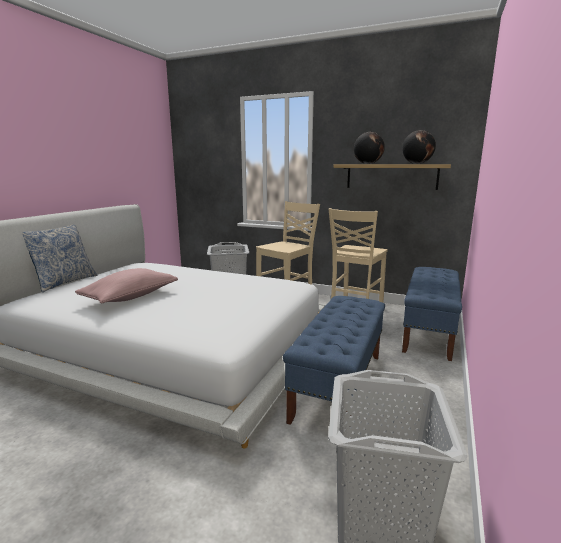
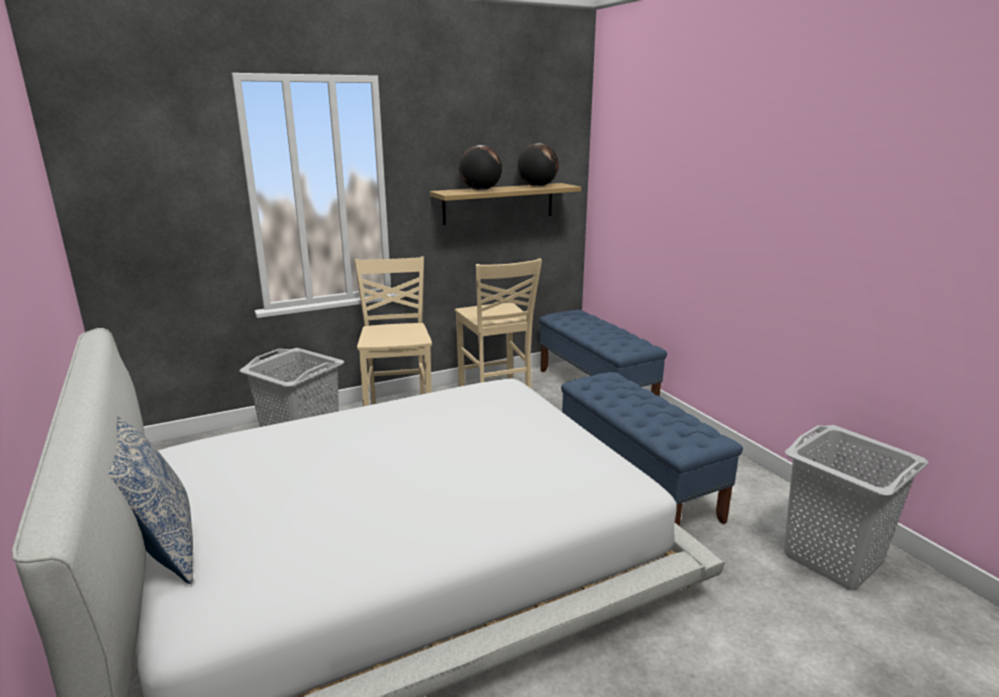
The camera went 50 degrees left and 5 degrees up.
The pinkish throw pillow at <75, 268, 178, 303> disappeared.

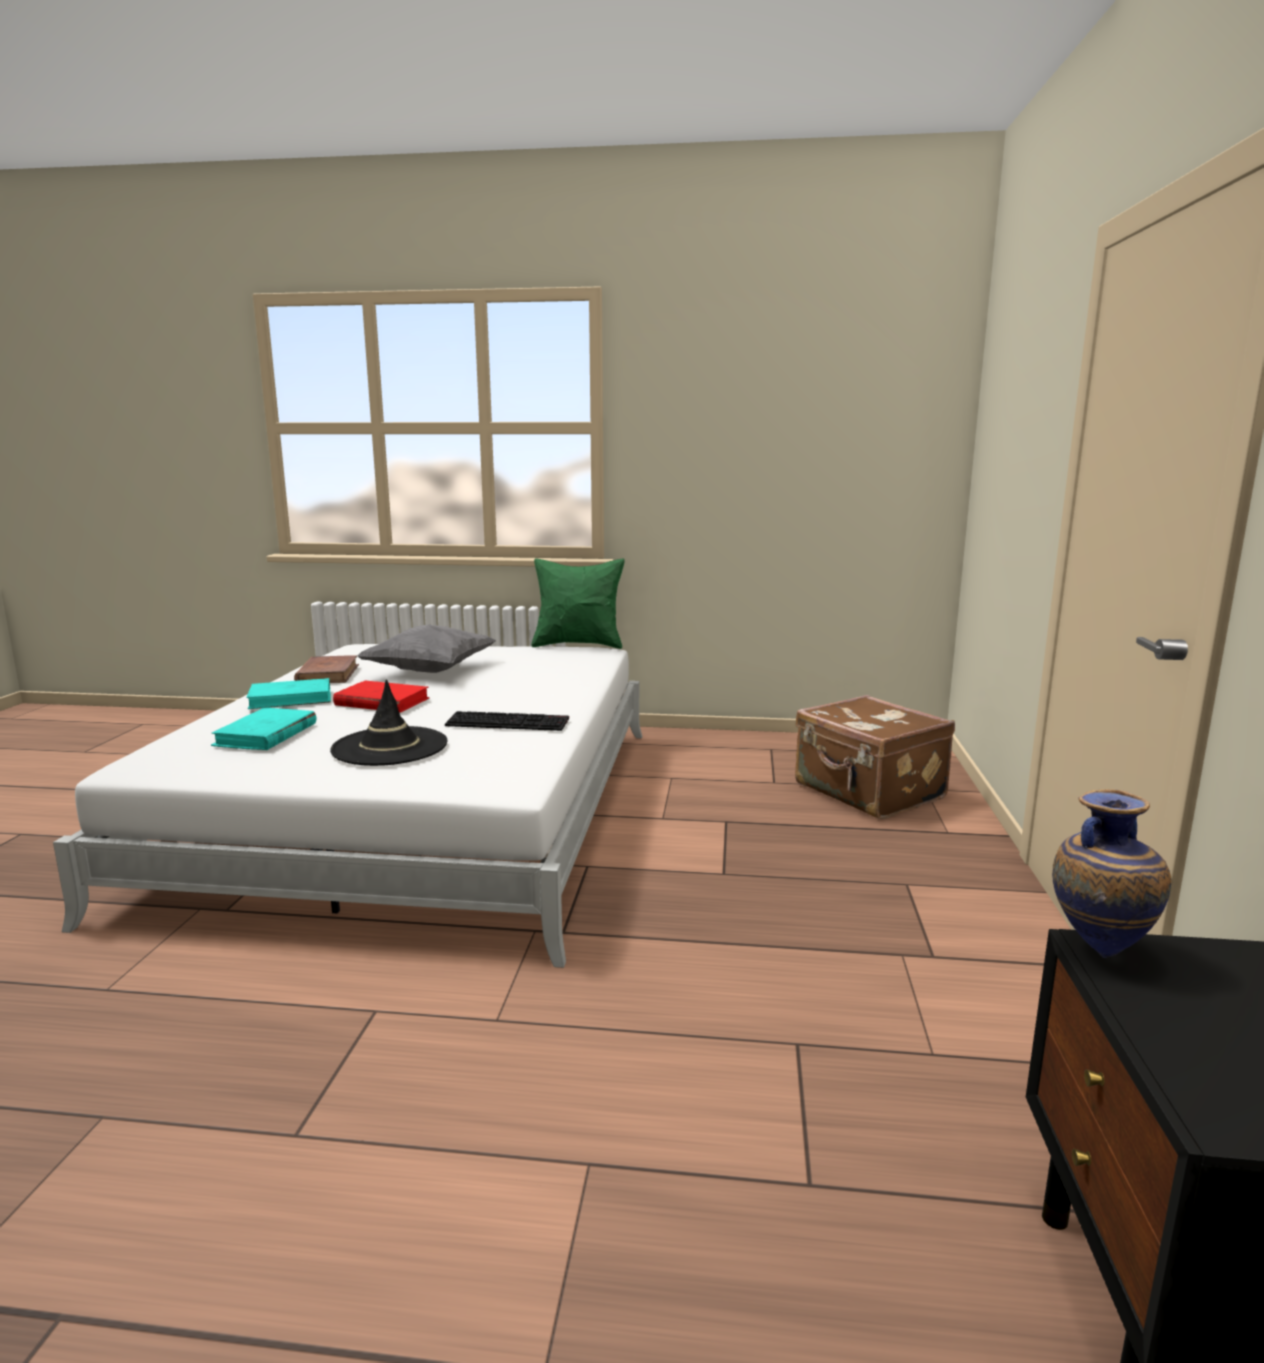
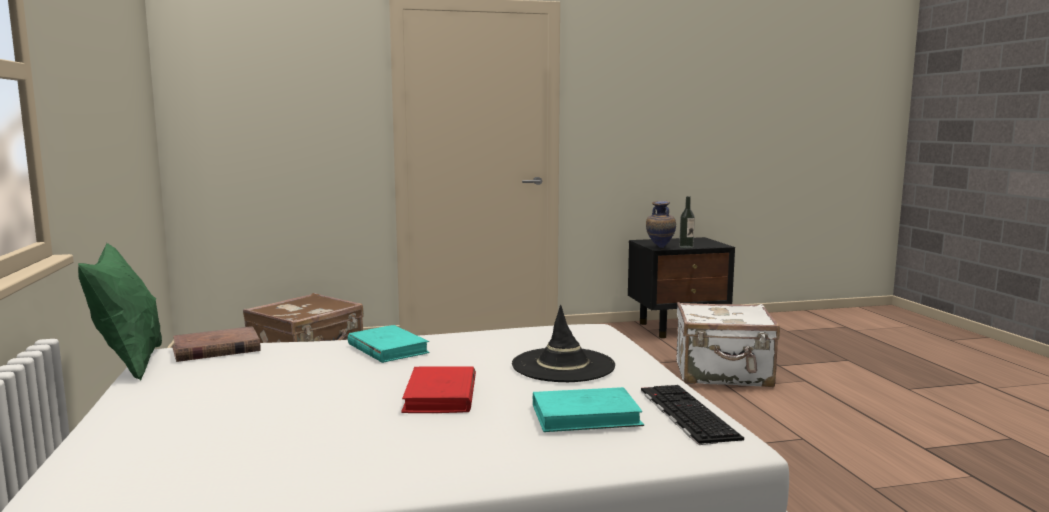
The camera went 110 degrees left and 5 degrees down.
The gray throw pillow at <358, 625, 496, 673> disappeared.
The brownish book moved from <294, 655, 359, 683> to <172, 326, 261, 362>.
The blue-green book moved from <246, 678, 331, 709> to <348, 325, 429, 363>.
The PC keyboard moved from <445, 711, 569, 731> to <641, 385, 744, 445>.
The beverage bottle at <679, 196, 695, 248> appeared.
The white travel case at <676, 302, 780, 387> appeared.

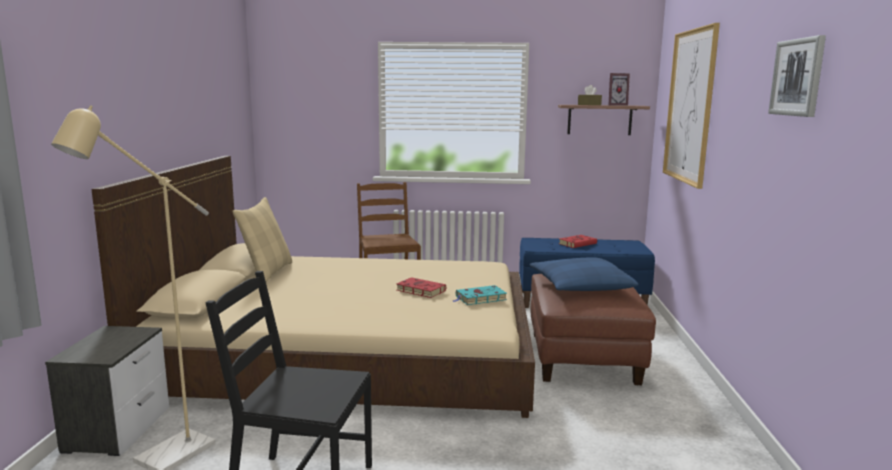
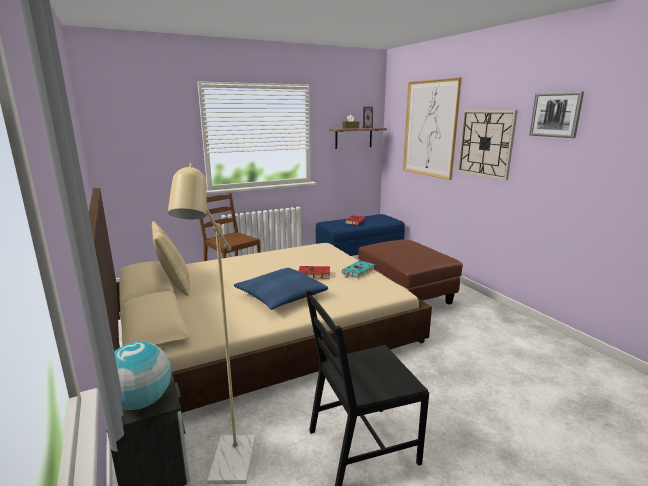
The camera went 30 degrees left and 5 degrees up.
The blue throw pillow moved from <530, 257, 638, 291> to <234, 268, 328, 310>.
The wall clock at <457, 110, 518, 180> appeared.
The globe at <114, 342, 172, 410> appeared.

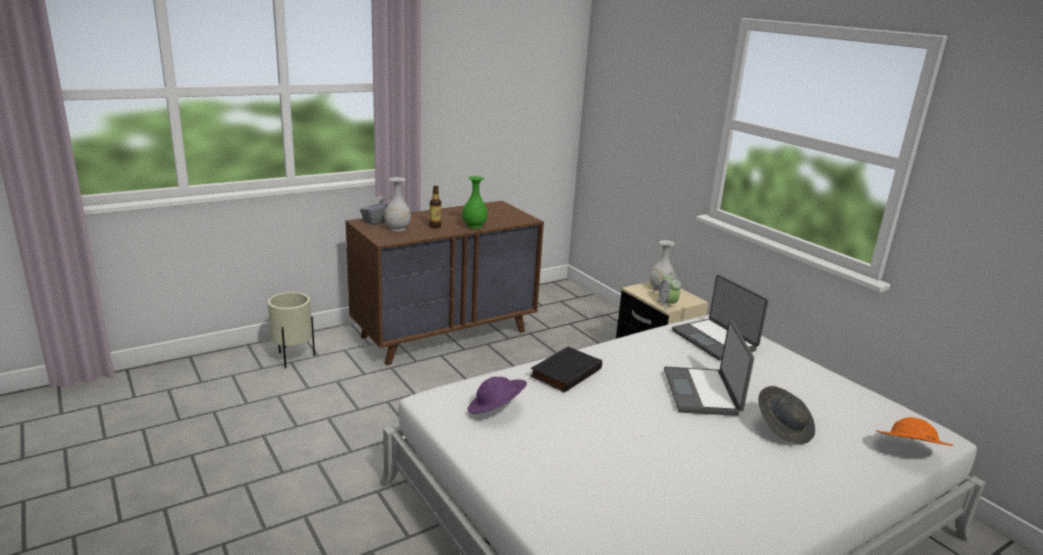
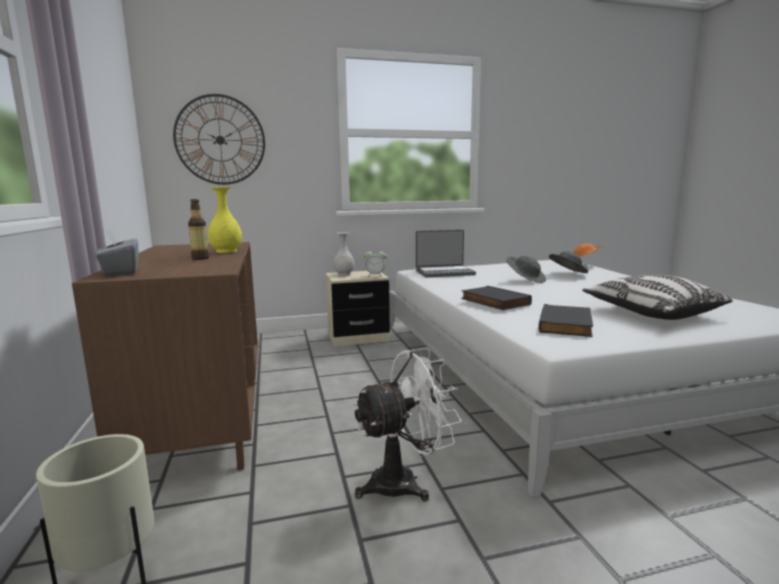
The camera went 70 degrees left and 10 degrees down.
The greenish decorative vase at <462, 176, 488, 229> became the yellow decorative vase at <208, 187, 242, 253>.
The white decorative vase at <384, 177, 411, 232> disappeared.
The laptop at <664, 320, 754, 416> was replaced by the gray wearable hat at <507, 256, 546, 283>.
The purplish wearable hat at <467, 377, 527, 414> was replaced by the black book at <539, 304, 593, 337>.
The wall clock at <173, 94, 265, 185> appeared.
The throw pillow at <582, 274, 733, 320> appeared.
The white cooling fan at <353, 348, 462, 501> appeared.

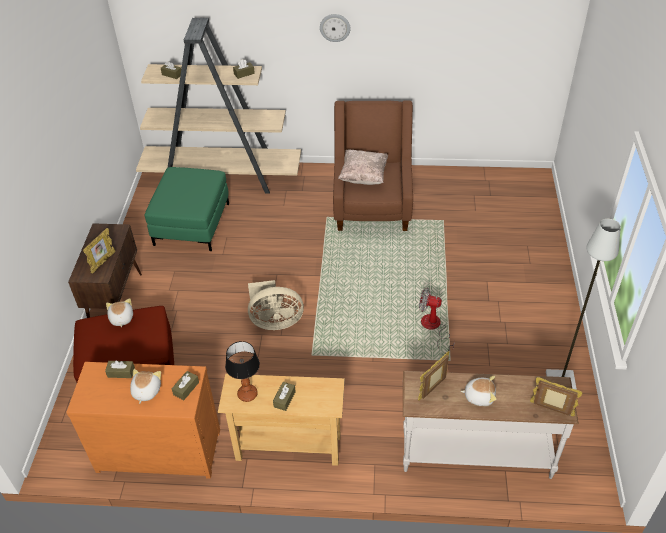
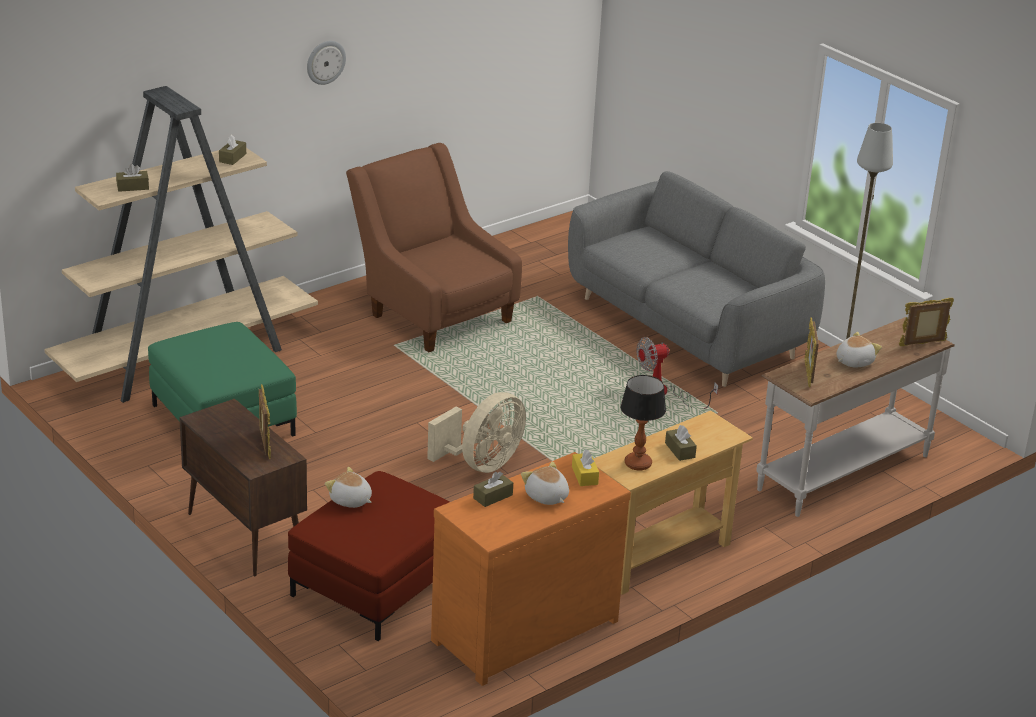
The camera went 45 degrees left and 15 degrees down.
The sand-coloured throw pillow at <338, 150, 388, 185> disappeared.
The brownish tissue holder at <172, 371, 199, 400> became the yellow tissue holder at <572, 449, 599, 486>.
The gray settee at <568, 171, 825, 387> appeared.

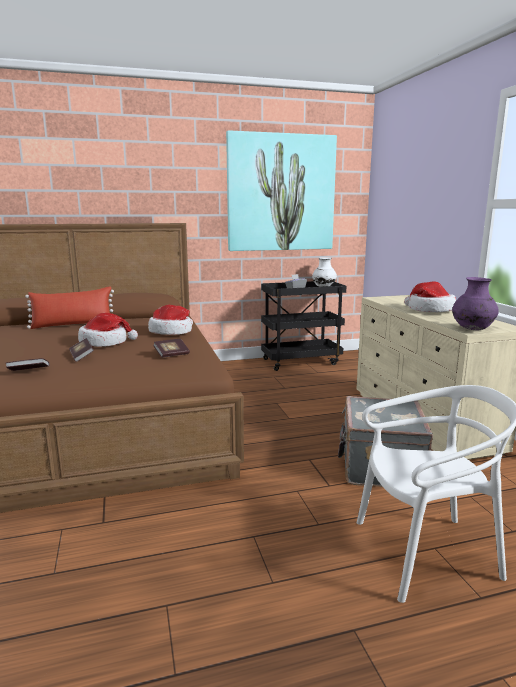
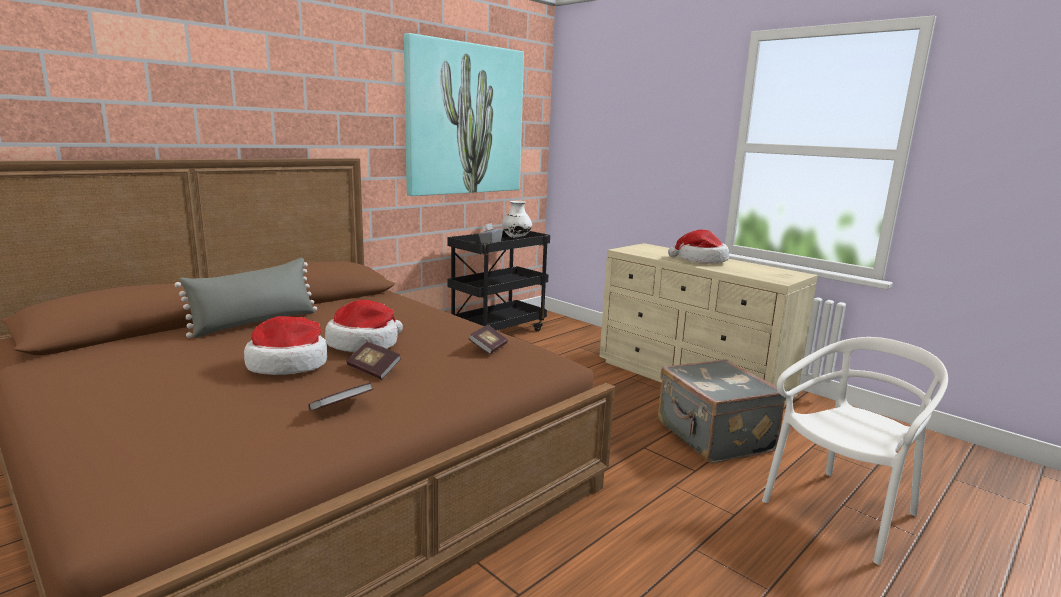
The camera went 30 degrees left and 0 degrees up.
The purplish decorative vase at <452, 277, 499, 330> disappeared.
The reddish throw pillow at <25, 286, 114, 329> became the gray throw pillow at <175, 258, 317, 338>.
The wearable hat moved from <148, 305, 193, 335> to <244, 316, 327, 375>.

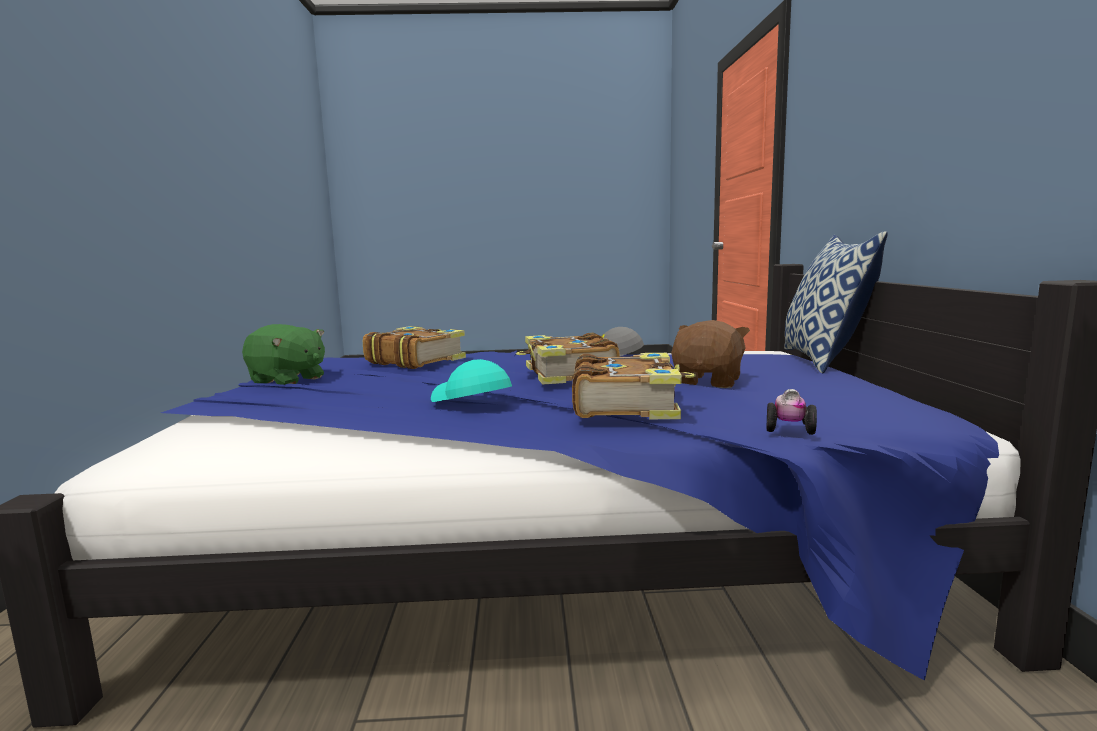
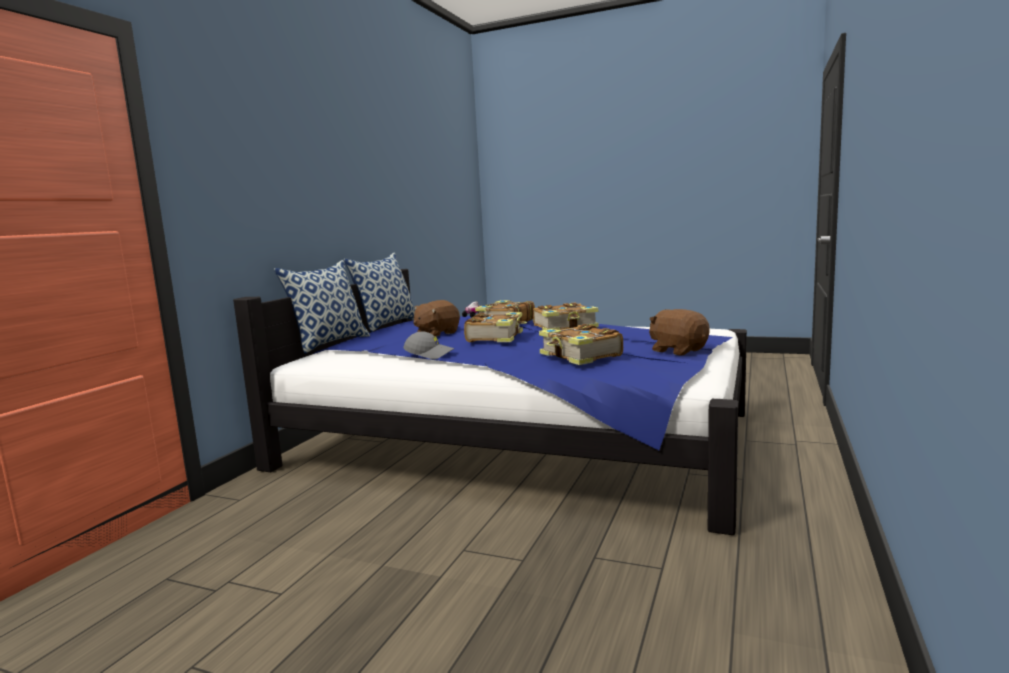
The camera went 155 degrees left and 0 degrees up.
The greenish plush toy at <242, 324, 325, 385> became the brownish plush toy at <649, 309, 710, 356>.
The blue-green cap at <431, 359, 512, 402> was replaced by the book at <533, 303, 599, 330>.
The throw pillow at <344, 253, 415, 332> appeared.

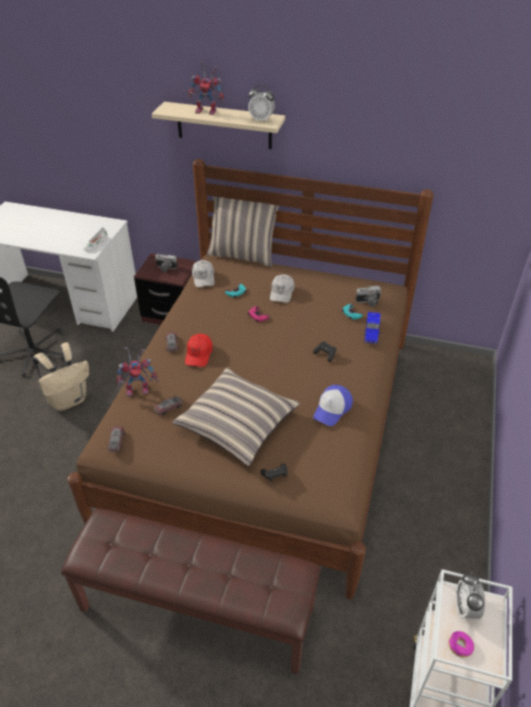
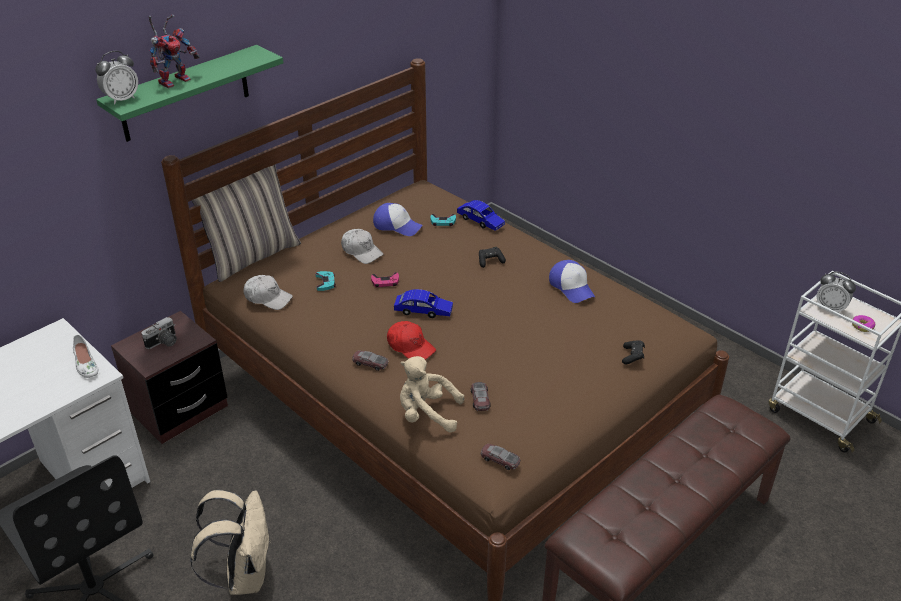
The camera went 60 degrees left and 5 degrees down.
The alarm clock moved from <248, 85, 275, 122> to <95, 51, 138, 105>.
The sand-coloured shelf at <152, 102, 285, 149> became the greenish shelf at <96, 45, 283, 142>.
The still camera at <355, 286, 382, 307> disappeared.
The model robot at <117, 347, 158, 397> was replaced by the sand-coloured plush toy at <400, 356, 464, 433>.
The throw pillow at <172, 368, 300, 466> disappeared.
The cap at <373, 203, 423, 236> appeared.
The blue miniature car at <394, 289, 453, 318> appeared.

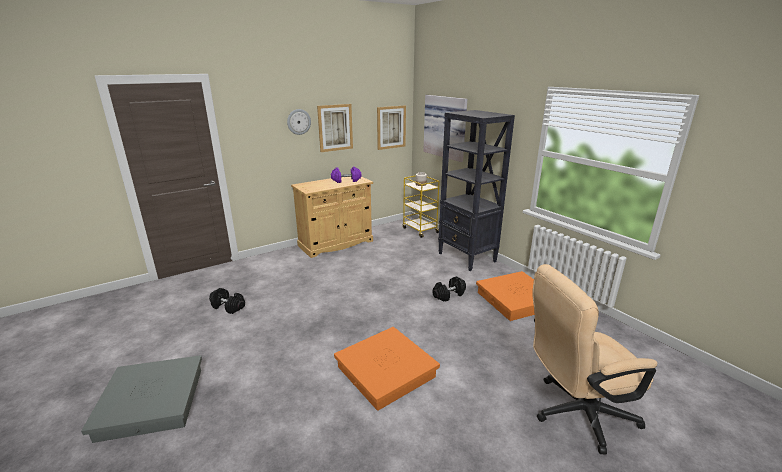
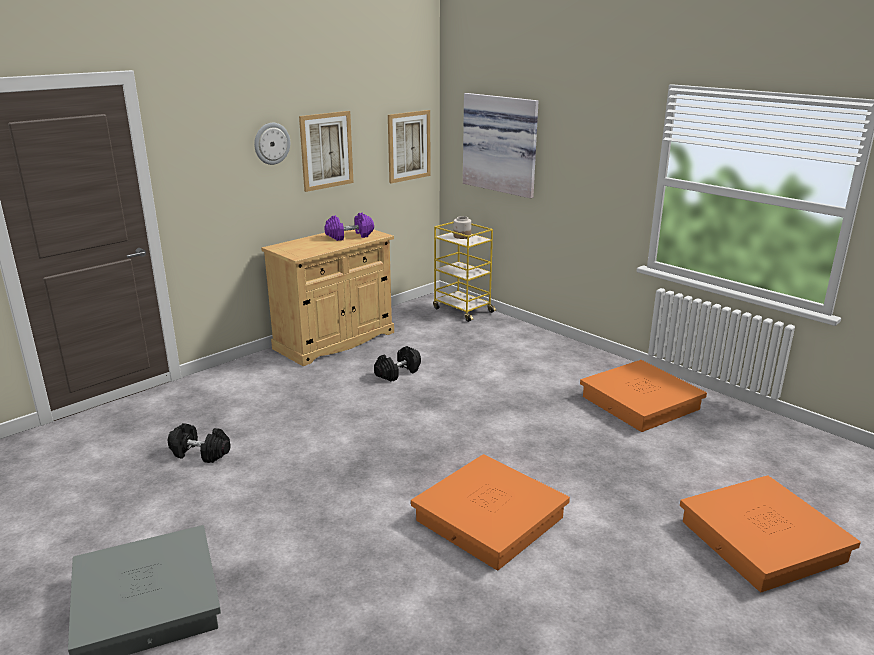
The camera went 10 degrees left and 0 degrees up.
The black bookshelf at <438, 110, 515, 271> disappeared.
The sand-coloured computer chair at <532, 264, 657, 455> was replaced by the orange-coloured storage container at <680, 475, 861, 592>.
The black dumbbell moved from <433, 276, 466, 302> to <374, 346, 421, 382>.

